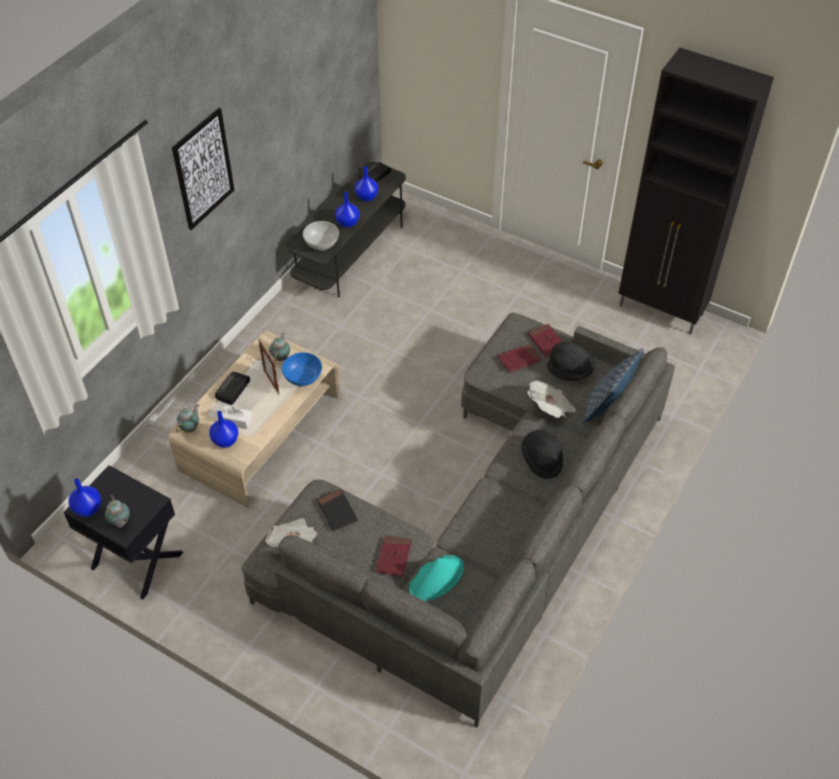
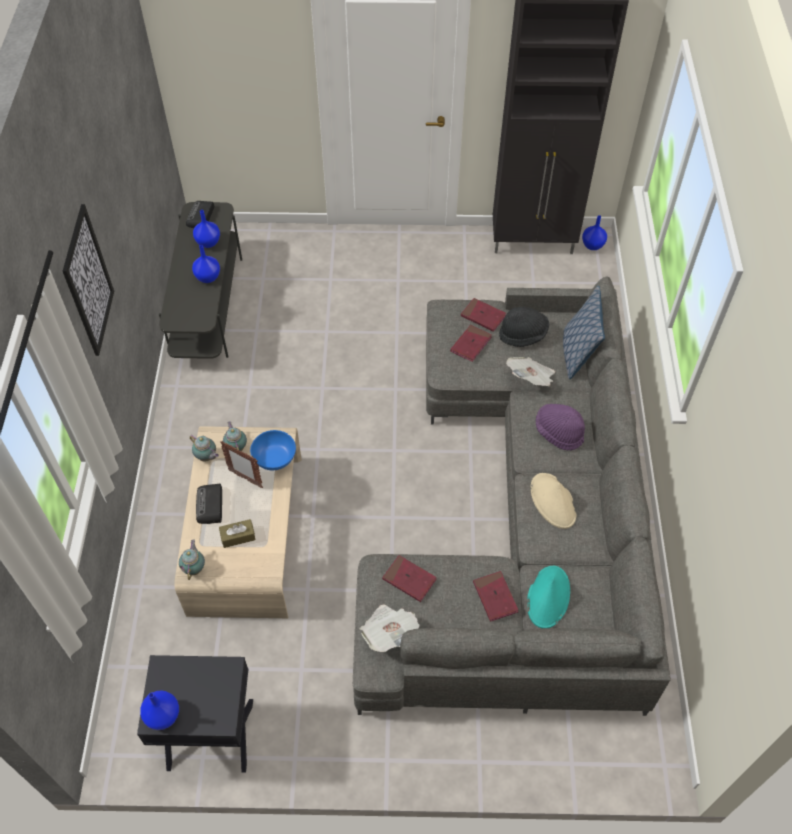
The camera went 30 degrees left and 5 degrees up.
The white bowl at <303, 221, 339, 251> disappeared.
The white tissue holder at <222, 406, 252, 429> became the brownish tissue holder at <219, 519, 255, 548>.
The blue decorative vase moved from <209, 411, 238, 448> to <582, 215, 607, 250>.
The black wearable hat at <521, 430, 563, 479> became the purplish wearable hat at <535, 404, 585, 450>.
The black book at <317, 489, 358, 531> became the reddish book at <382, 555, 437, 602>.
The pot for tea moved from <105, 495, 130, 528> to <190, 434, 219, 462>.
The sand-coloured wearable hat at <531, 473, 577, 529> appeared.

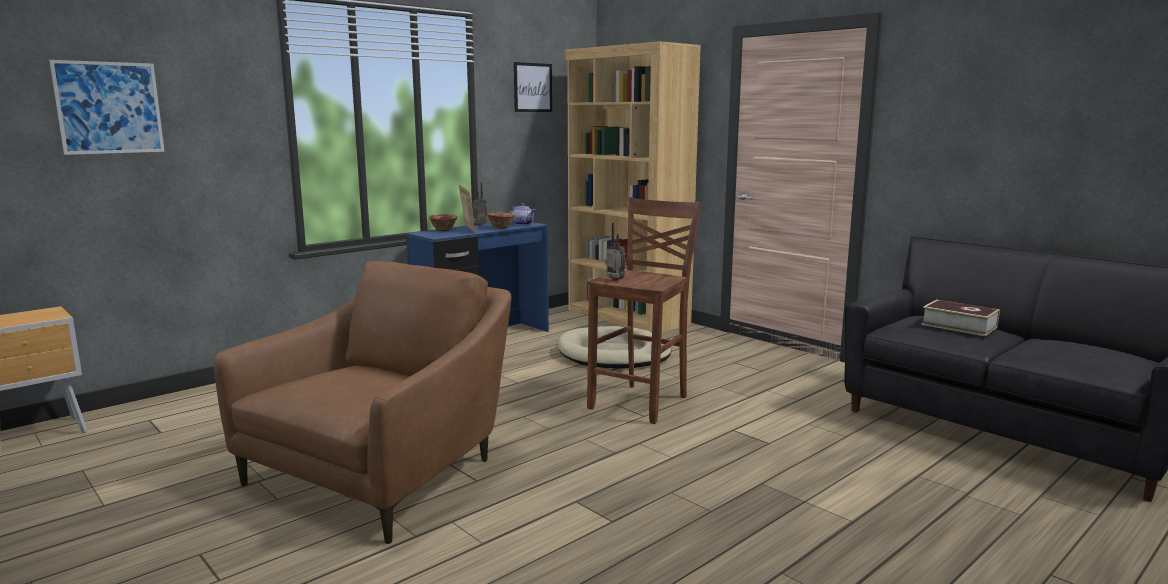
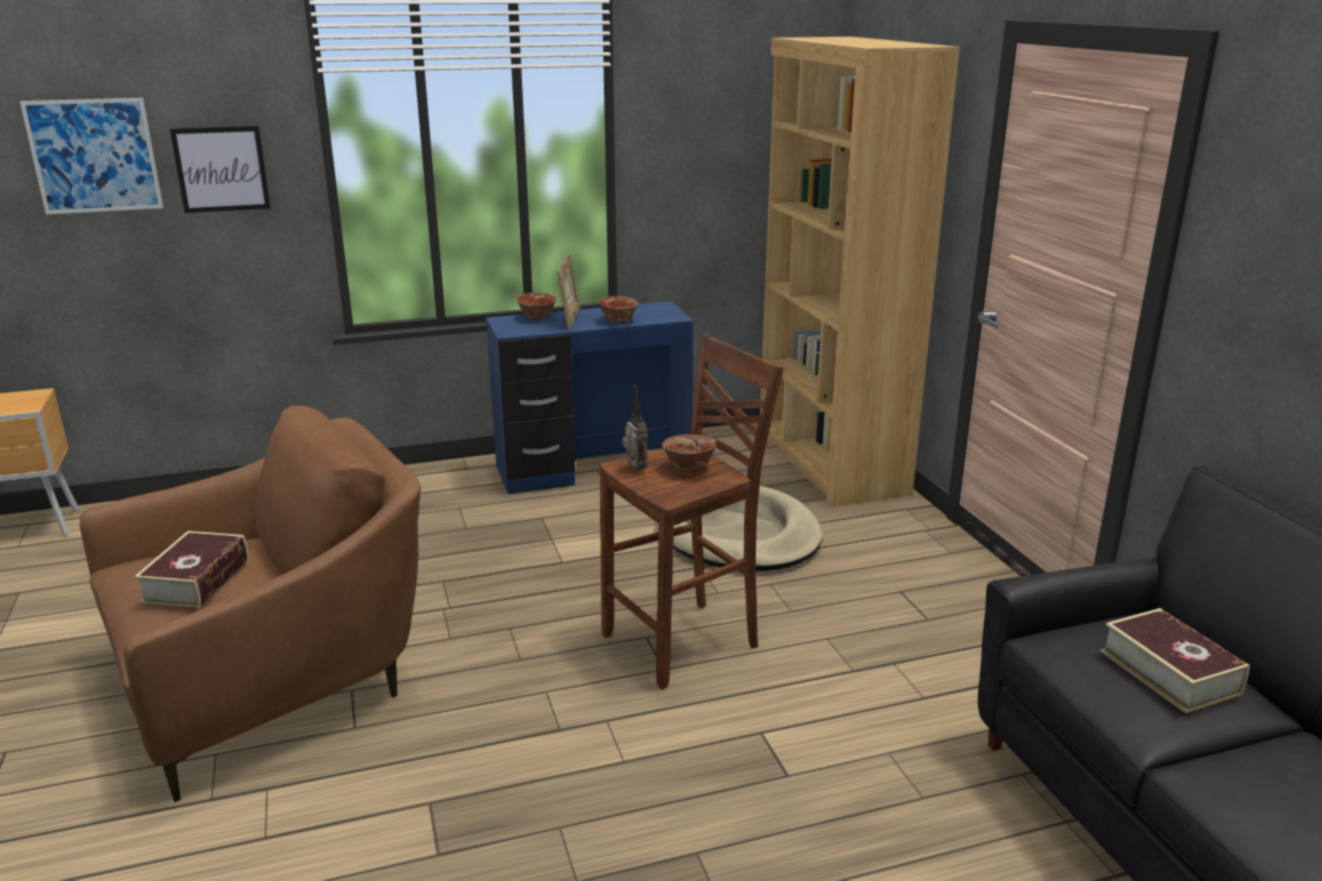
The camera went 25 degrees right and 10 degrees up.
The wall picture moved from <514, 62, 552, 112> to <170, 126, 271, 213>.
The radio receiver at <471, 182, 487, 226> disappeared.
The pot for tea at <509, 203, 536, 225> disappeared.
The bowl at <662, 434, 716, 473> appeared.
The book at <134, 531, 248, 608> appeared.

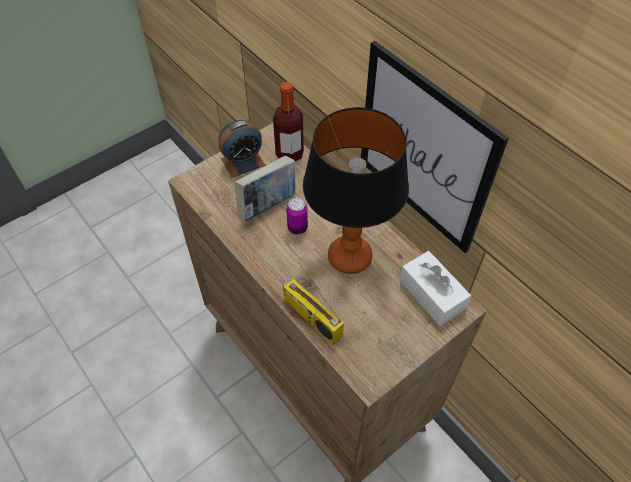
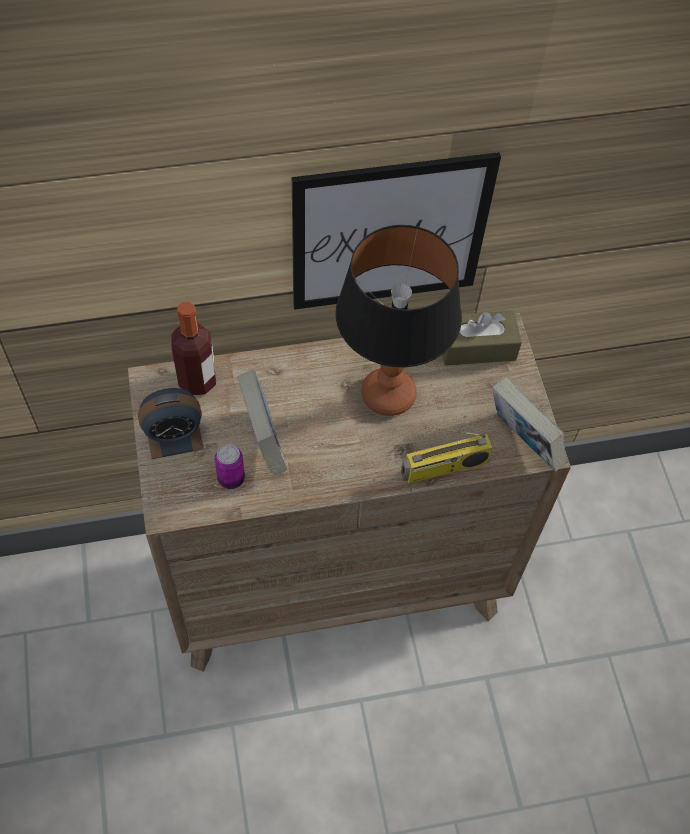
The camera went 65 degrees left and 5 degrees up.
The alarm clock at <218, 120, 266, 178> turned 75 degrees clockwise.
The can moved from <286, 197, 308, 235> to <215, 444, 245, 489>.
The white tissue holder at <400, 251, 471, 326> became the brownish tissue holder at <443, 311, 522, 366>.
The book at <492, 378, 567, 472> appeared.

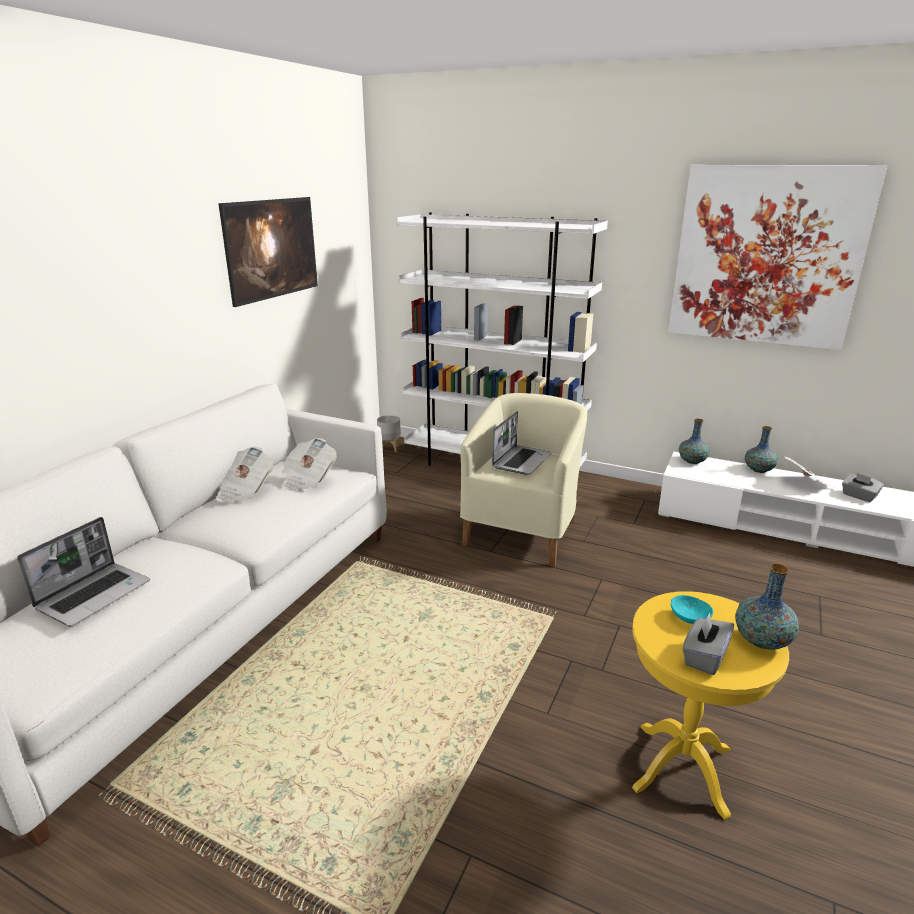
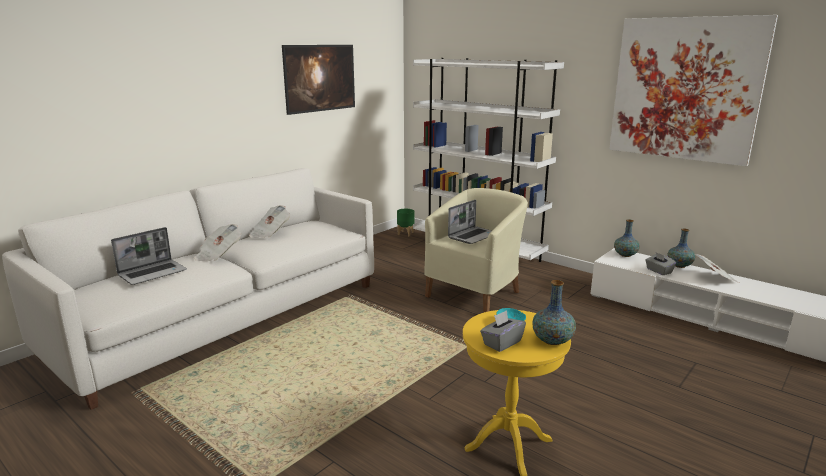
The camera went 15 degrees right and 5 degrees down.
The gray flower pot at <377, 415, 401, 452> became the greenish flower pot at <397, 209, 414, 236>.
The newspaper moved from <282, 438, 337, 491> to <194, 224, 241, 261>.
The gray tissue holder moved from <842, 473, 884, 502> to <645, 252, 676, 275>.

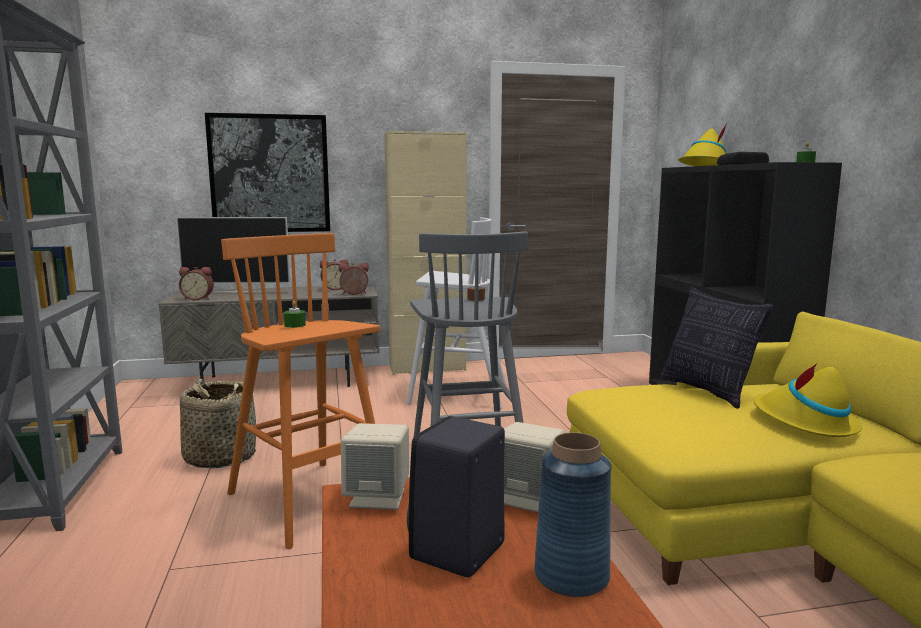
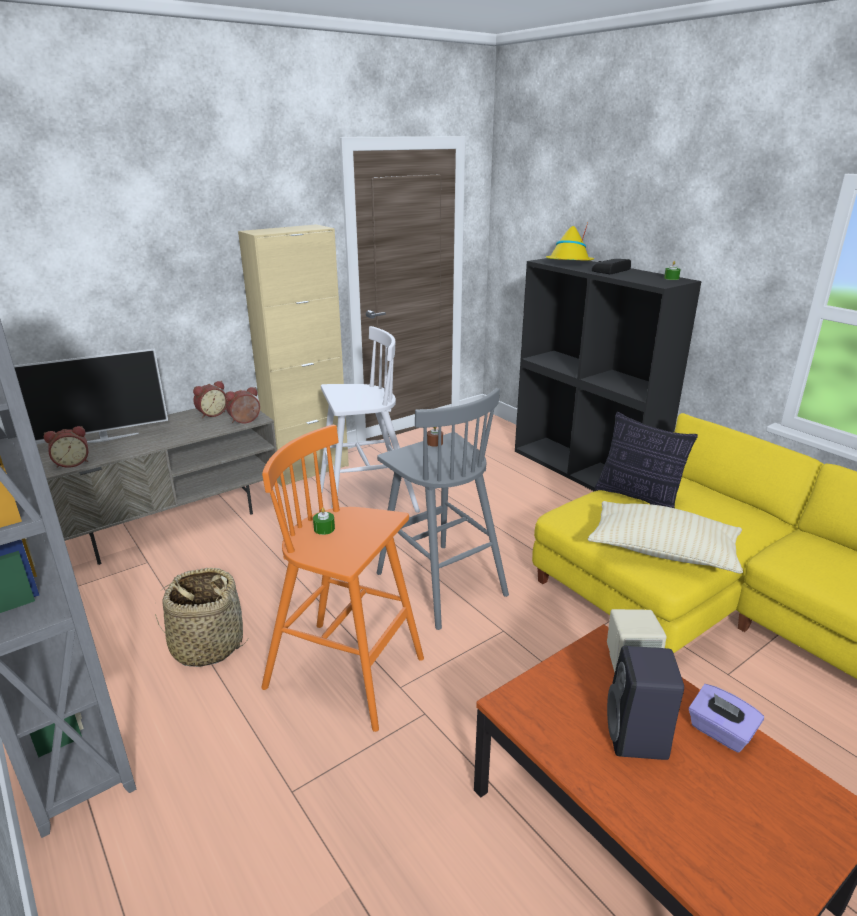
The camera went 25 degrees left and 15 degrees up.
The wall picture at <205, 113, 330, 232> disappeared.
The yellow wearable hat at <754, 363, 862, 437> disappeared.
The sand-coloured audio speaker at <341, 423, 409, 510> disappeared.
The blue decorative vase at <534, 432, 611, 597> was replaced by the purplish tissue holder at <689, 684, 764, 753>.
The sand-coloured throw pillow at <587, 501, 743, 574> appeared.

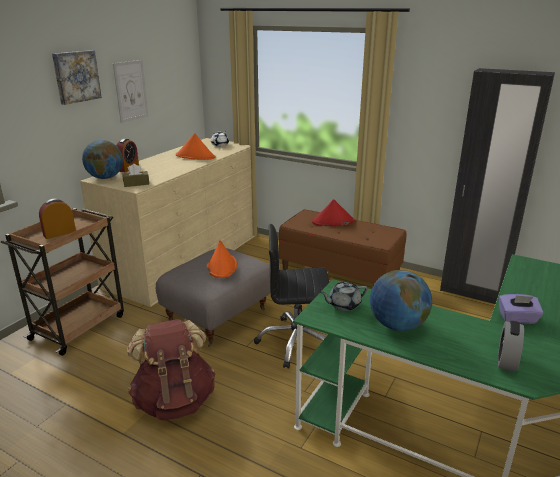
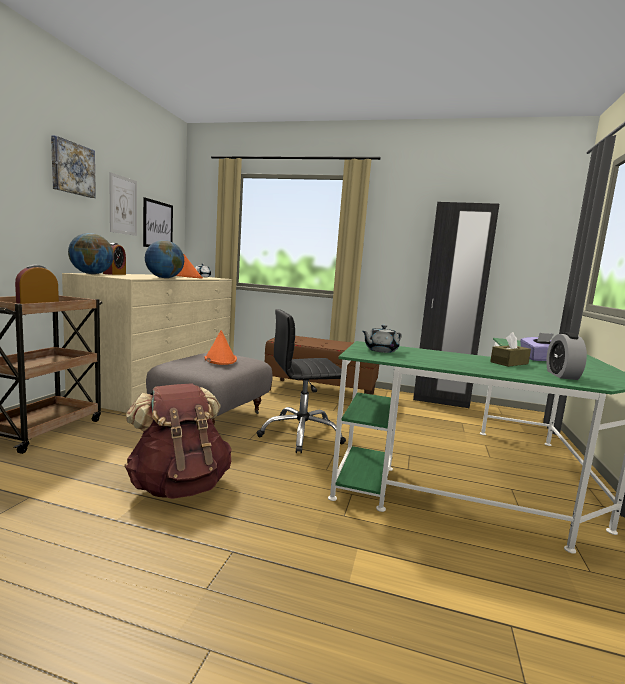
The camera went 15 degrees left and 15 degrees down.
The brownish tissue holder moved from <122, 164, 149, 187> to <490, 332, 531, 367>.
The reddish wearable hat at <312, 199, 354, 226> disappeared.
The globe moved from <370, 270, 432, 331> to <145, 240, 184, 278>.
The wall picture at <143, 197, 173, 247> appeared.

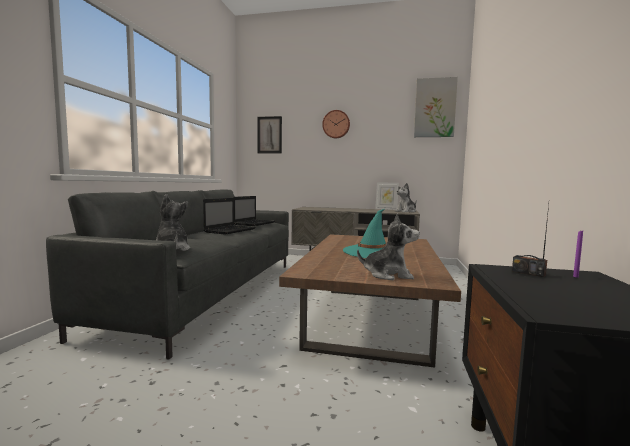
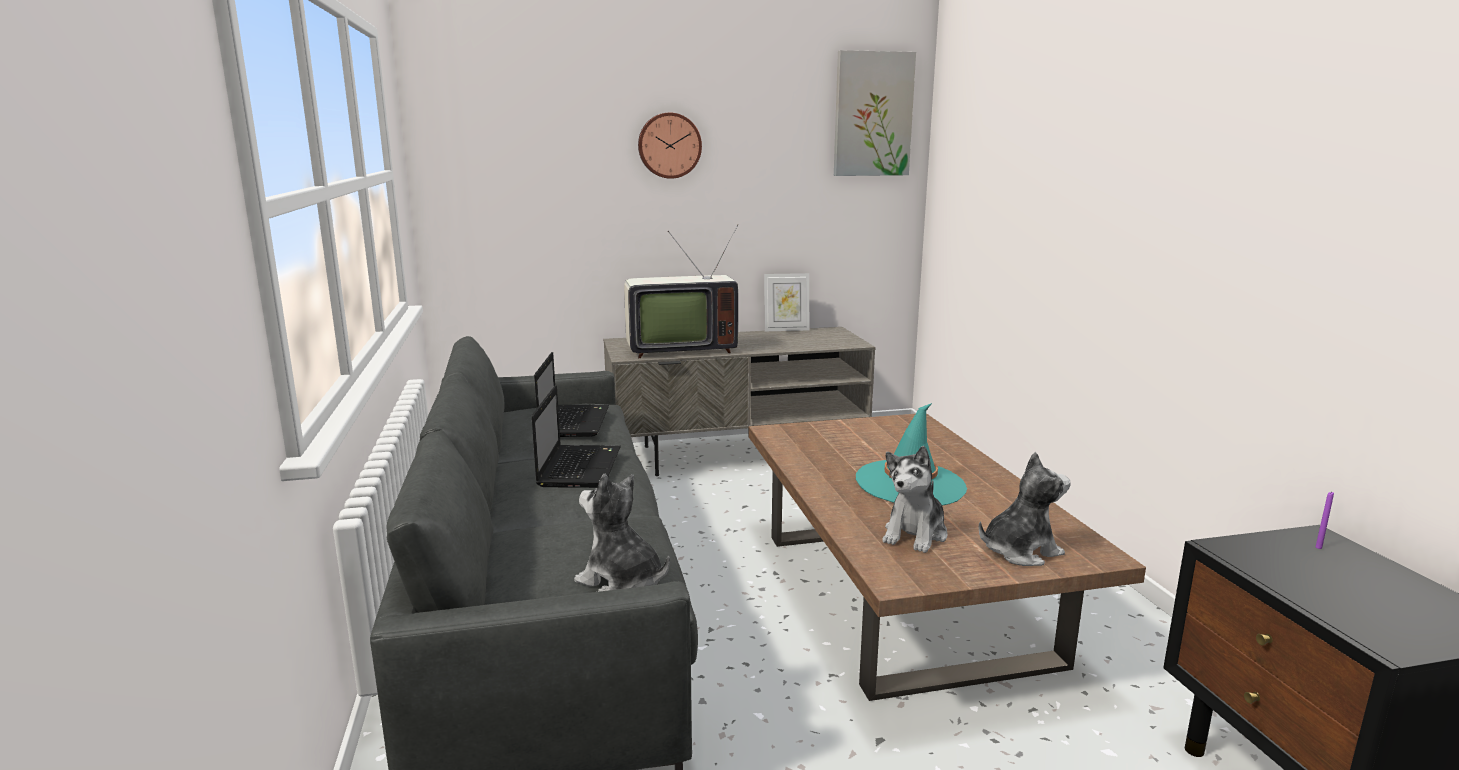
The camera went 25 degrees left and 10 degrees up.
The wall picture at <257, 116, 282, 153> disappeared.
The plush toy moved from <395, 183, 417, 212> to <882, 446, 948, 553>.
The radio receiver at <512, 204, 549, 277> disappeared.
The television at <624, 224, 738, 358> appeared.

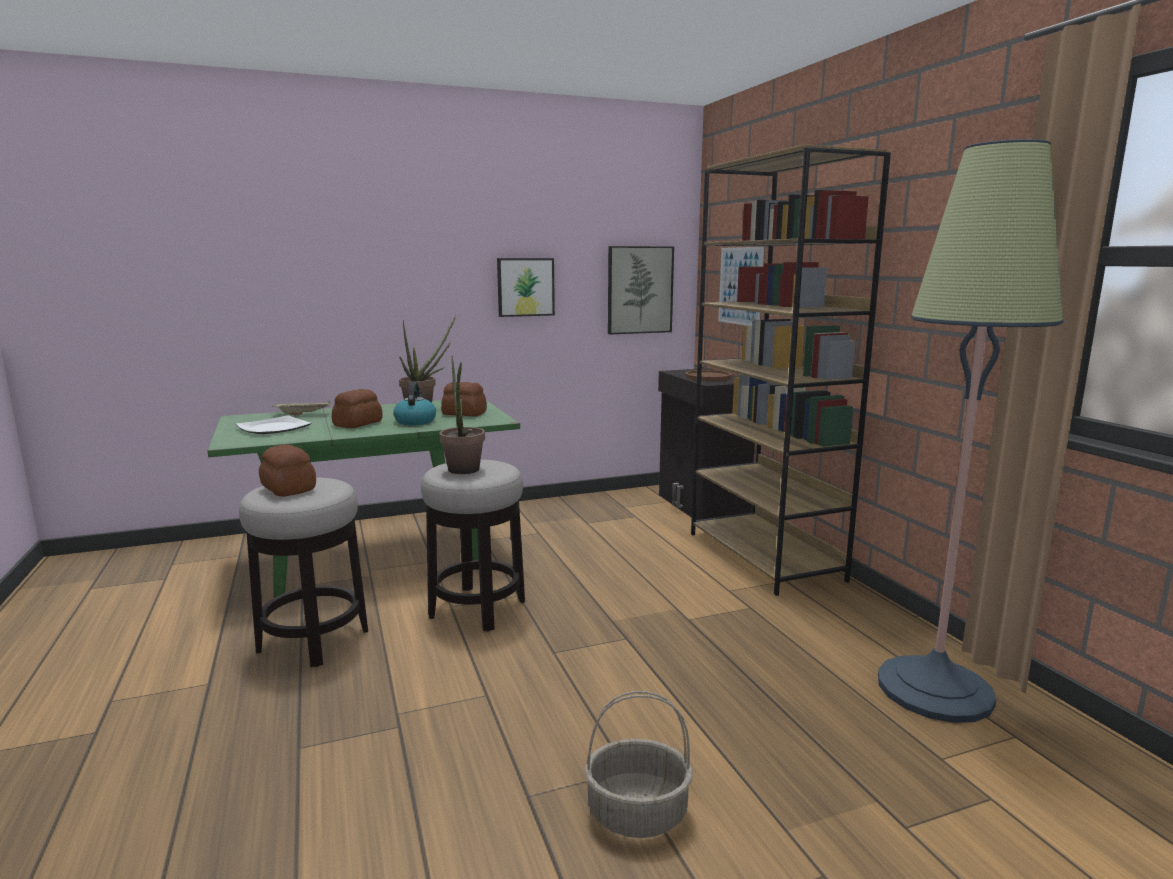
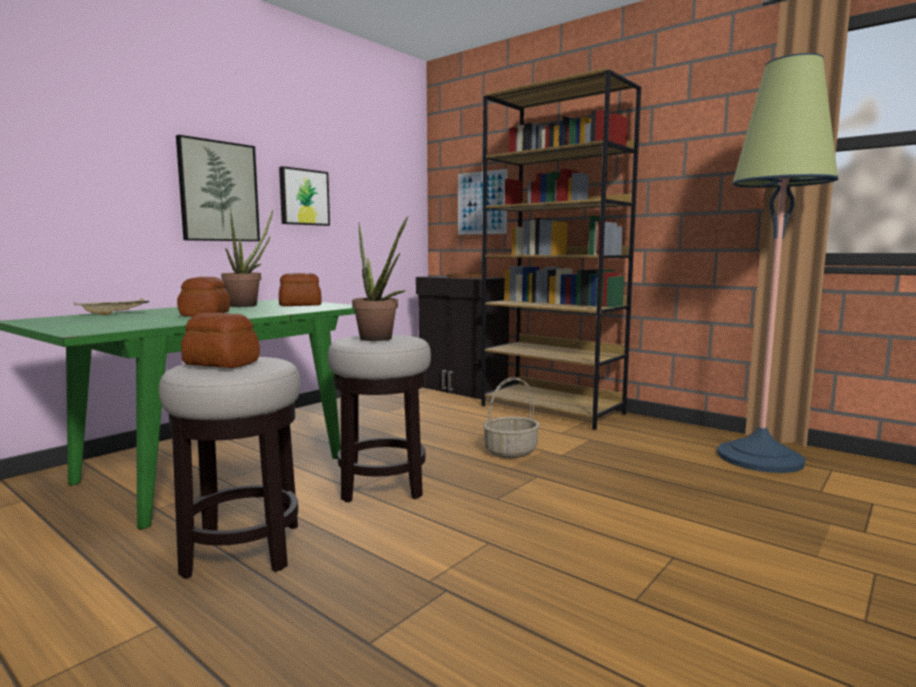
The camera went 30 degrees left and 5 degrees down.
The wall picture moved from <608, 246, 674, 334> to <176, 135, 260, 241>.
The kettle at <393, 382, 436, 425> disappeared.
The flat dish at <236, 415, 312, 434> disappeared.
The household basket moved from <584, 691, 693, 838> to <483, 377, 540, 458>.

